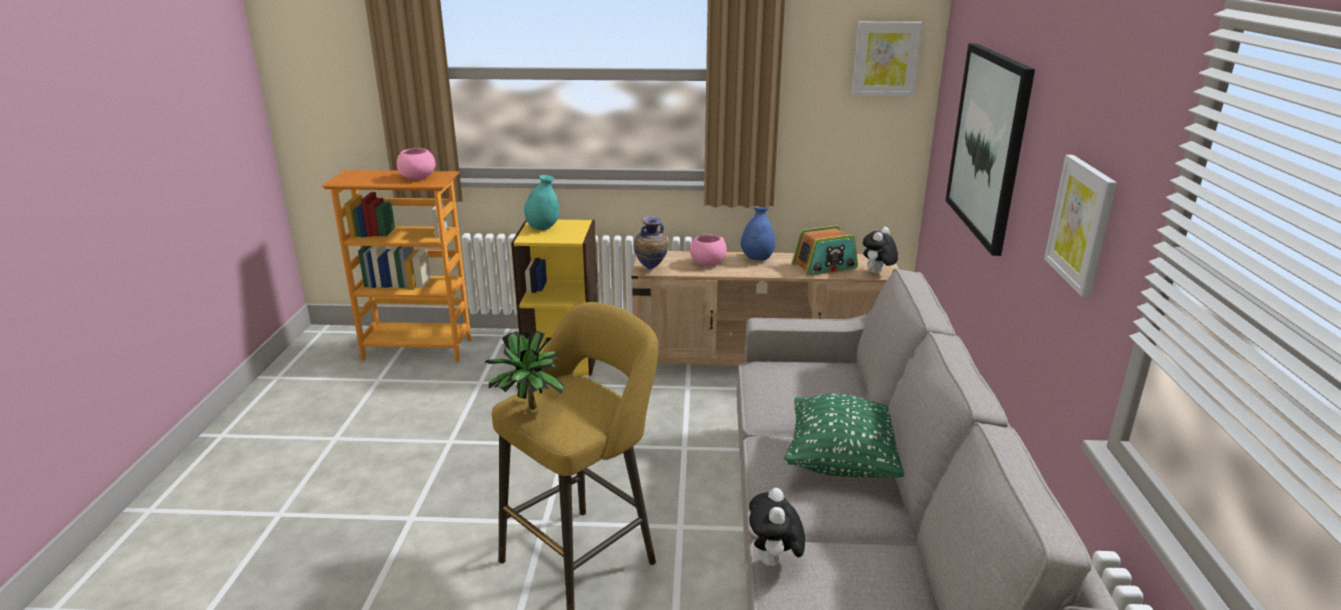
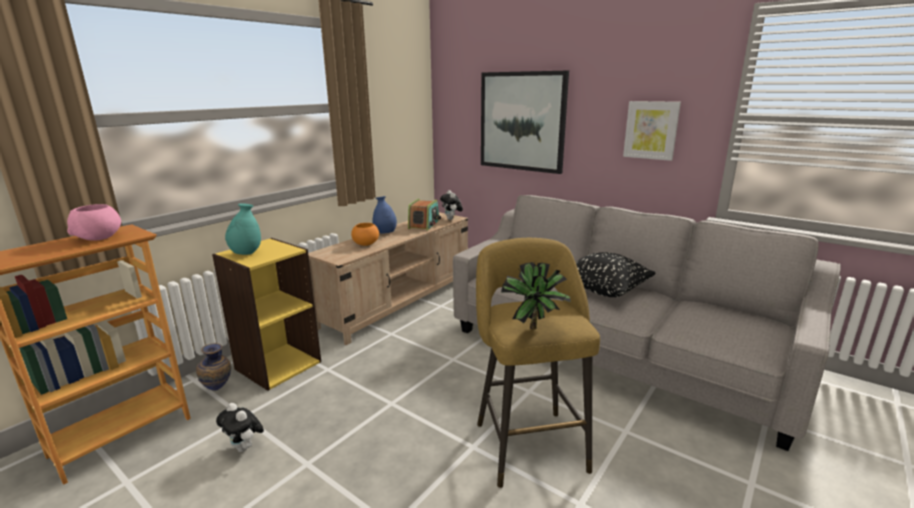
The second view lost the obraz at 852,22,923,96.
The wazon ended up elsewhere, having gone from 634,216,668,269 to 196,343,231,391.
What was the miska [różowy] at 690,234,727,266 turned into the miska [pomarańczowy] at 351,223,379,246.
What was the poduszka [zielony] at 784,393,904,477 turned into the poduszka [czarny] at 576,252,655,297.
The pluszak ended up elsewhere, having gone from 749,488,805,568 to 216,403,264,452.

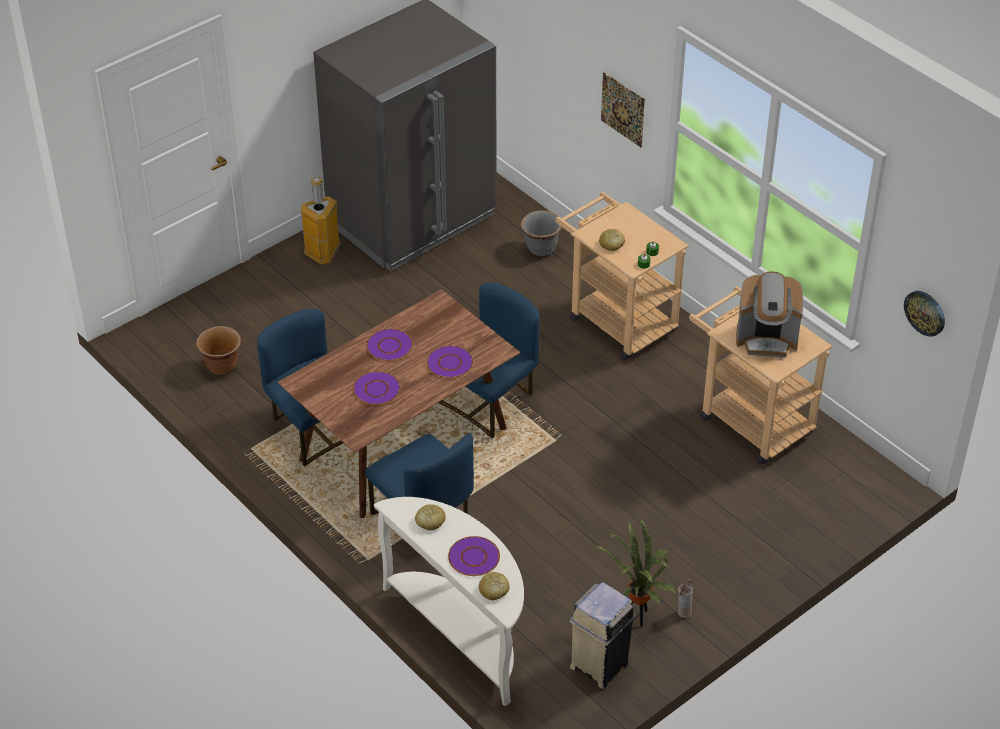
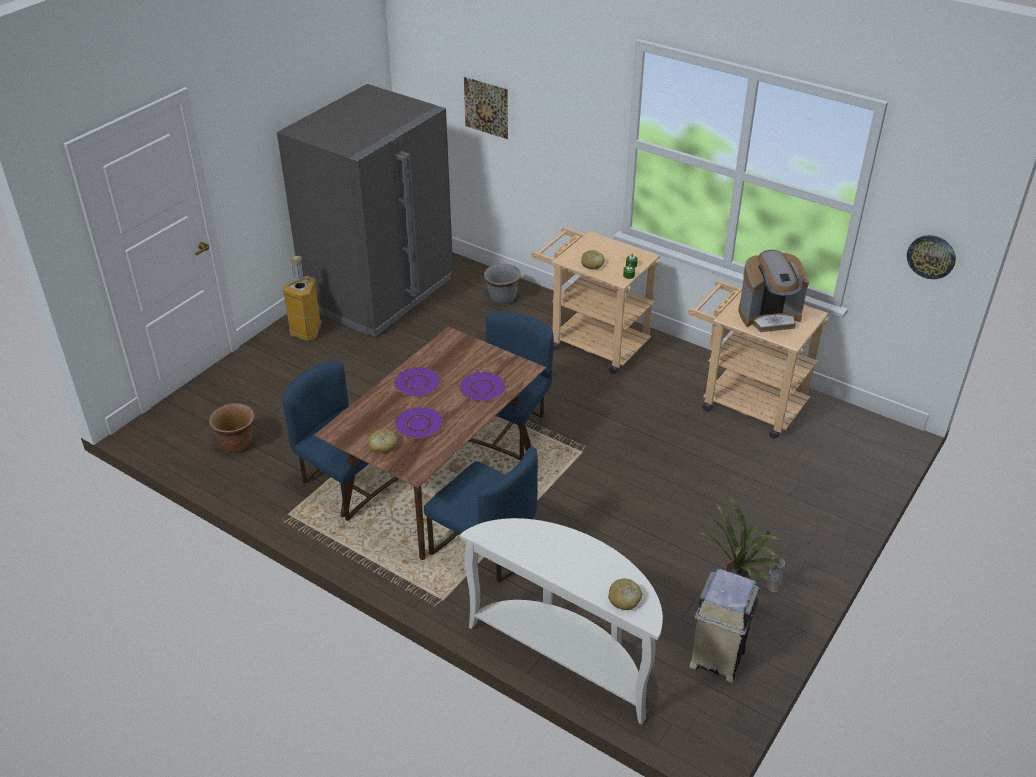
The obraz ended up elsewhere, having gone from 601,72,645,147 to 464,77,508,139.
The chleb ended up elsewhere, having gone from 415,504,446,530 to 368,429,398,453.
The second view lost the talerz [fioletowy] at 448,536,500,576.

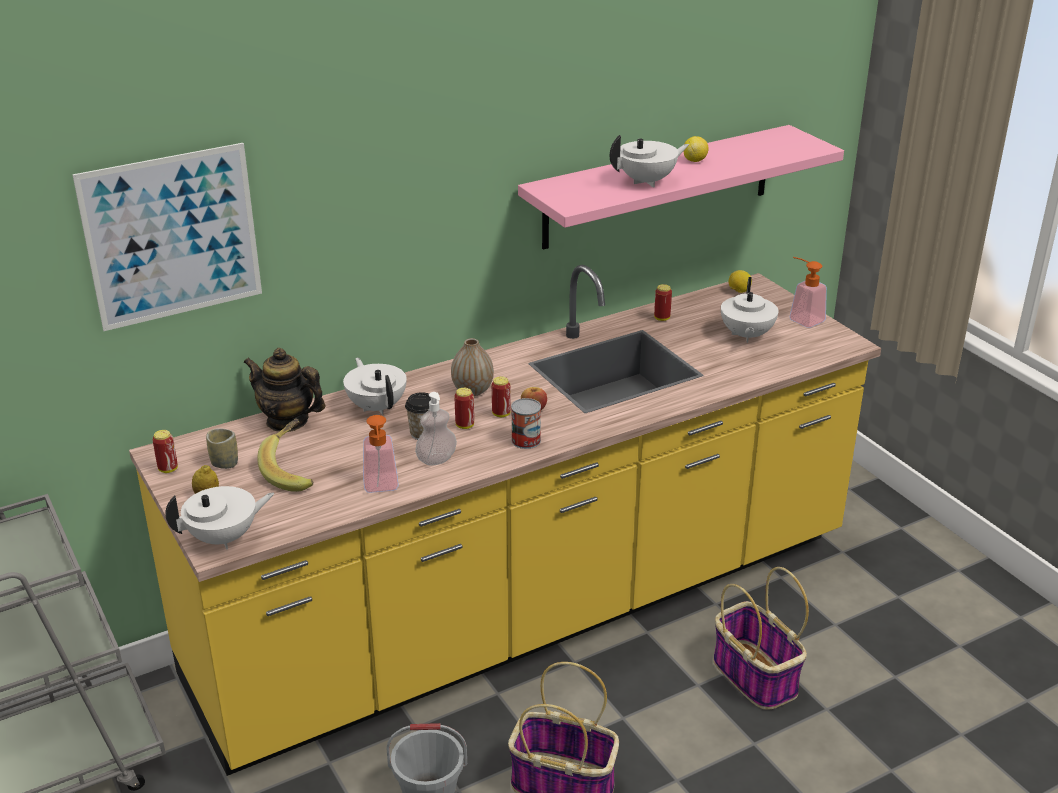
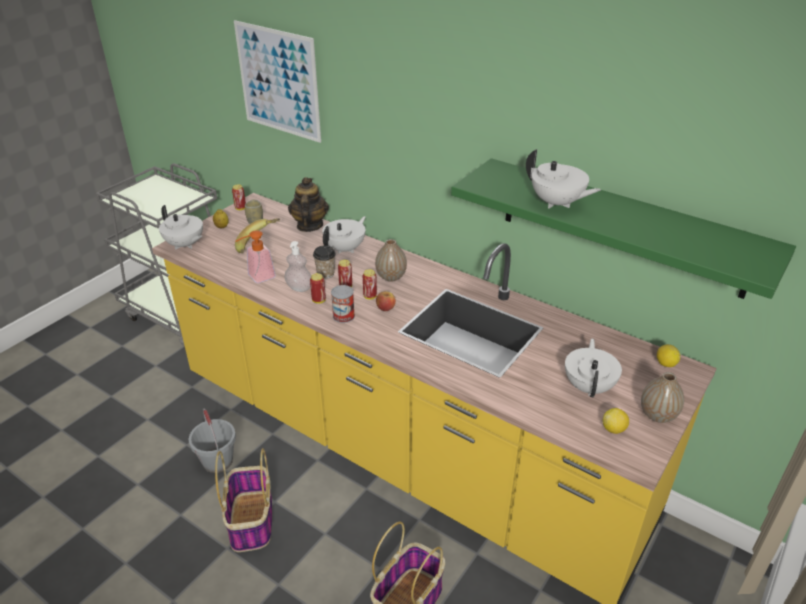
What was the półka [różowy] at 518,125,844,250 turned into the półka [zielony] at 451,158,796,299.
The cytryna ended up elsewhere, having gone from 684,136,709,162 to 603,408,629,434.
Where the dozownik mydła stood at 789,257,827,328, the wazon came to stand at 641,372,684,423.
The imbryk [biały] at 721,277,779,343 ended up facing another way, 120 degrees clockwise from before.
The puszka ended up elsewhere, having gone from 654,284,672,321 to 310,273,326,304.

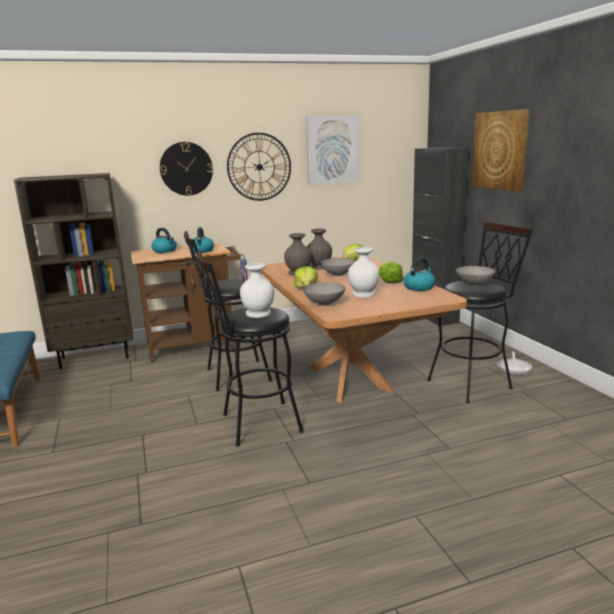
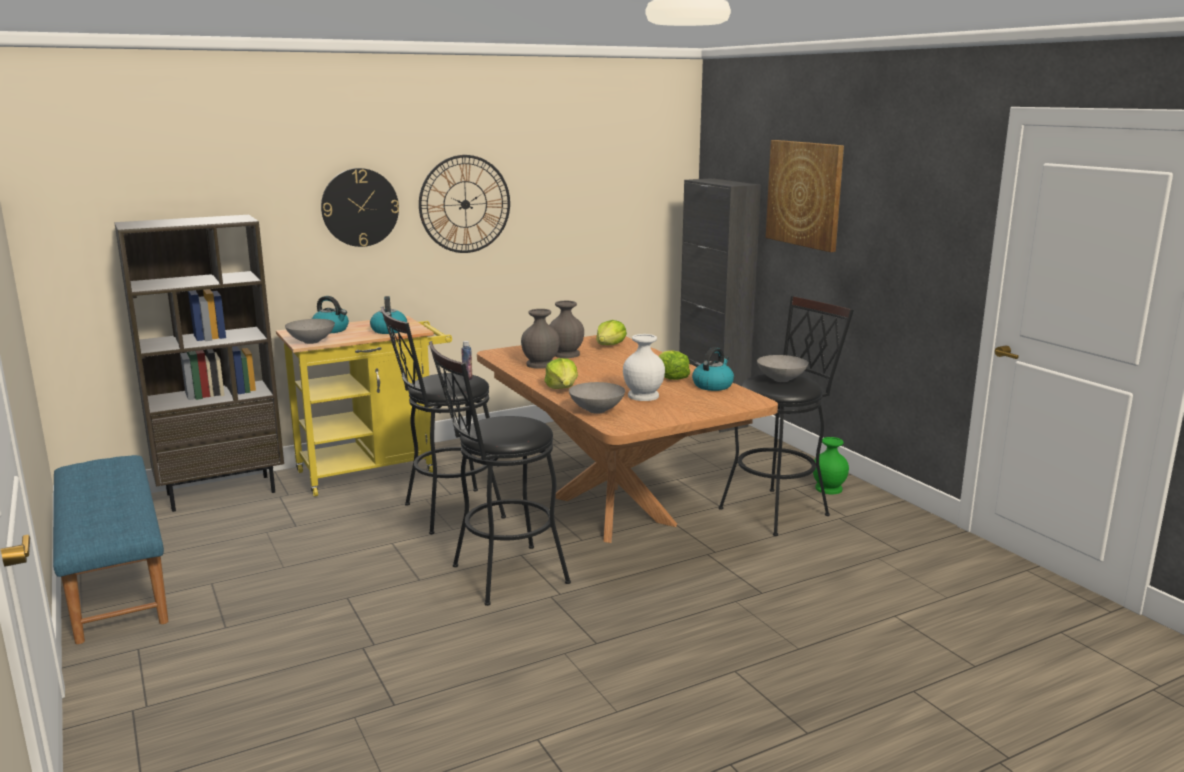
The second view lost the obraz at 306,115,359,185.
What was the wózek [brązowy] at 131,243,244,362 turned into the wózek [żółty] at 276,316,452,497.
The miska [szary] ended up elsewhere, having gone from 321,258,356,276 to 285,319,335,344.
The second view lost the wazon [biały] at 240,263,274,318.
Where the patelnia stood at 497,351,532,375, the wazon [zielony] came to stand at 813,437,849,494.

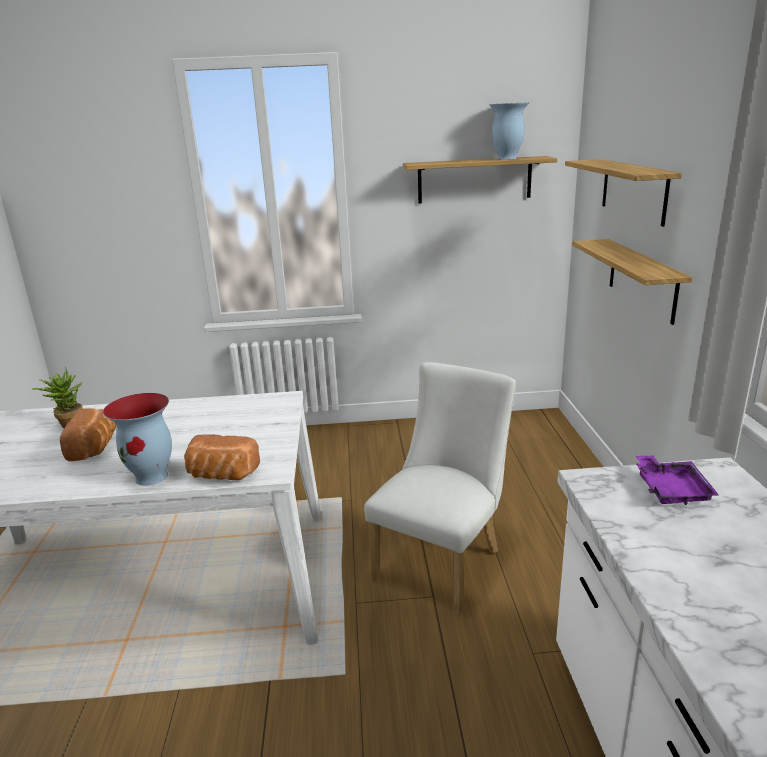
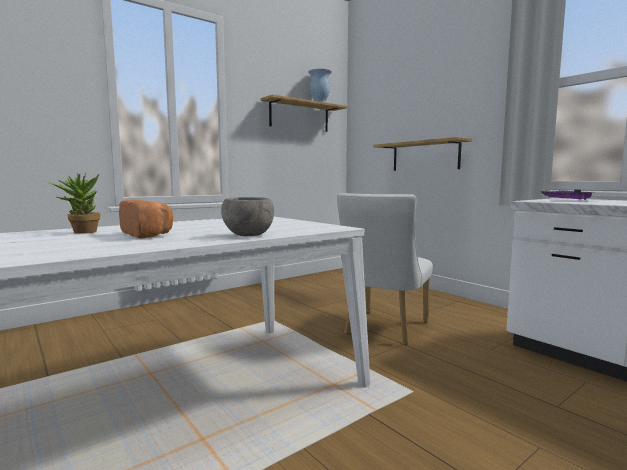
The second view lost the półka at 565,159,682,227.
The krzesło [biały] at 364,362,516,615 ended up facing another way, 150 degrees counterclockwise from before.
Where the wazon stood at 103,393,172,486, the miska [szary] came to stand at 221,197,274,236.
The second view lost the chleb at 184,435,260,480.

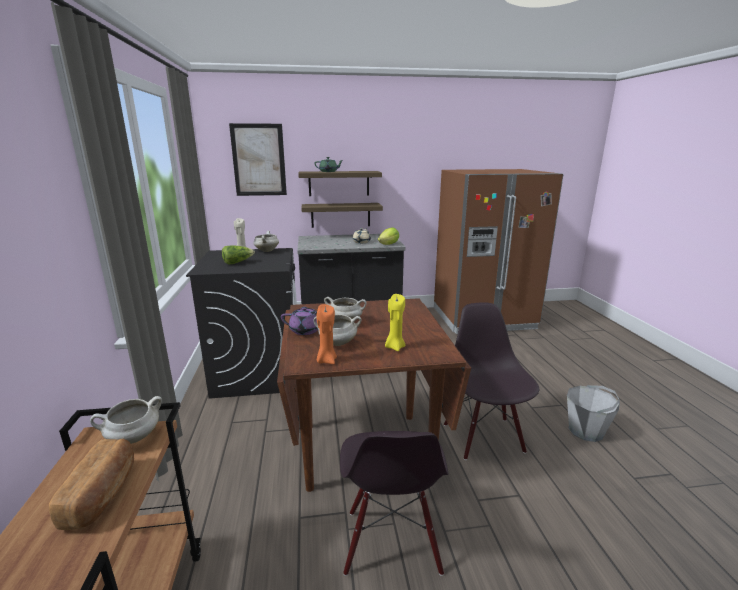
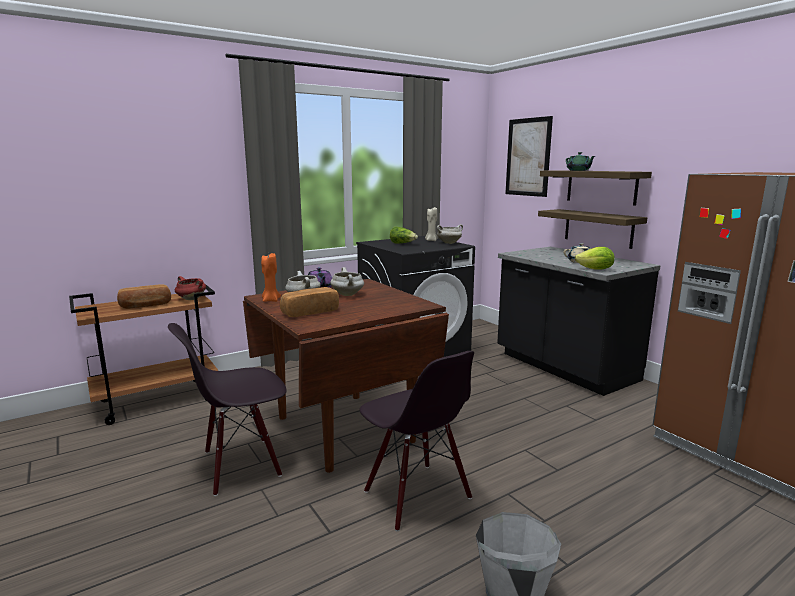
Where the świeca [żółty] stood at 385,294,405,351, the chleb came to stand at 280,287,339,317.
The krzesło [czarny] at 444,303,539,460 ended up facing another way, 90 degrees clockwise from before.
What was the garnek [biały] at 90,396,162,444 turned into the garnek [czerwony] at 175,276,206,300.

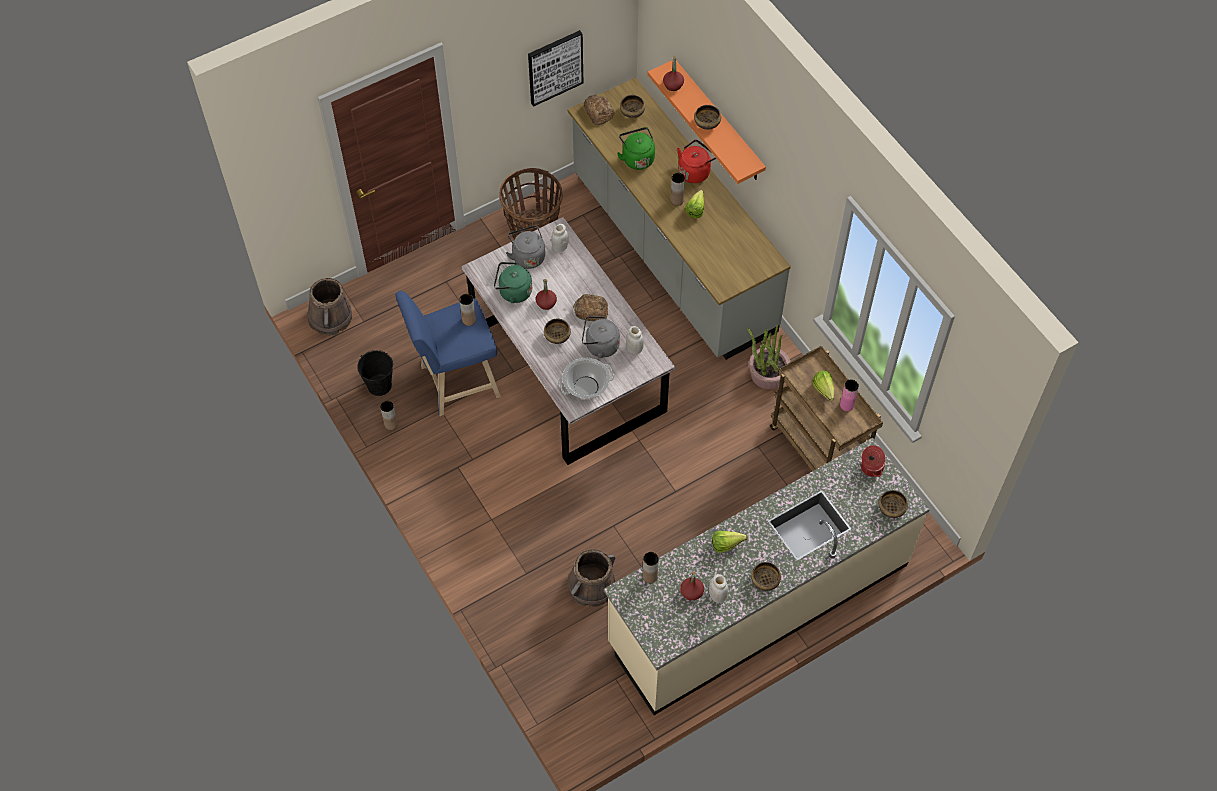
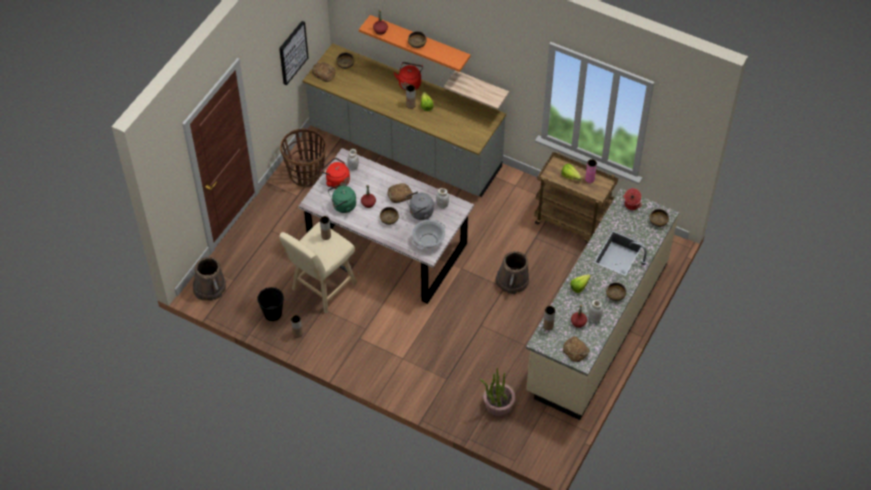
The second view lost the czajnik [zielony] at 617,127,655,170.
What was the czajnik [szary] at 506,225,545,269 turned into the czajnik [czerwony] at 321,158,350,189.
What was the stołek [niebieski] at 395,291,501,416 turned into the stołek [beżowy] at 279,222,357,313.
The roślina doniczkowa ended up elsewhere, having gone from 747,325,790,389 to 480,367,516,416.
The wiadro [brązowy] ended up elsewhere, having gone from 567,549,616,607 to 496,251,529,294.
The second view gained the półka at 444,70,509,110.
The second view gained the chleb at 563,336,590,362.

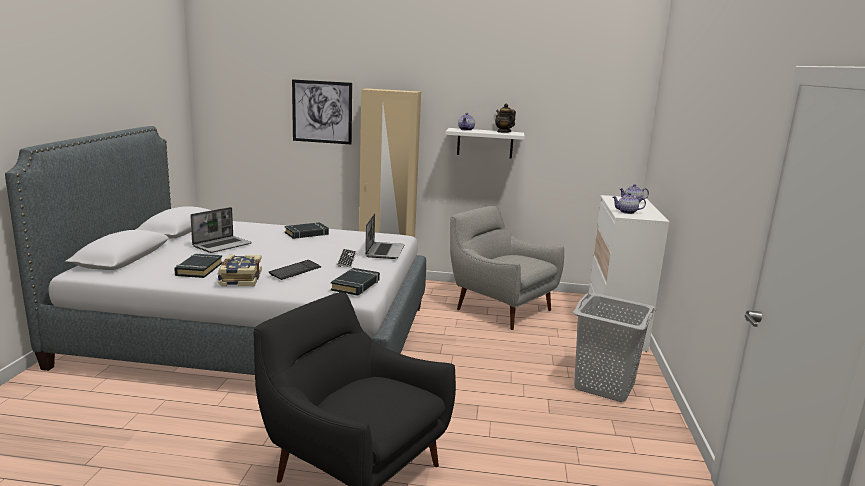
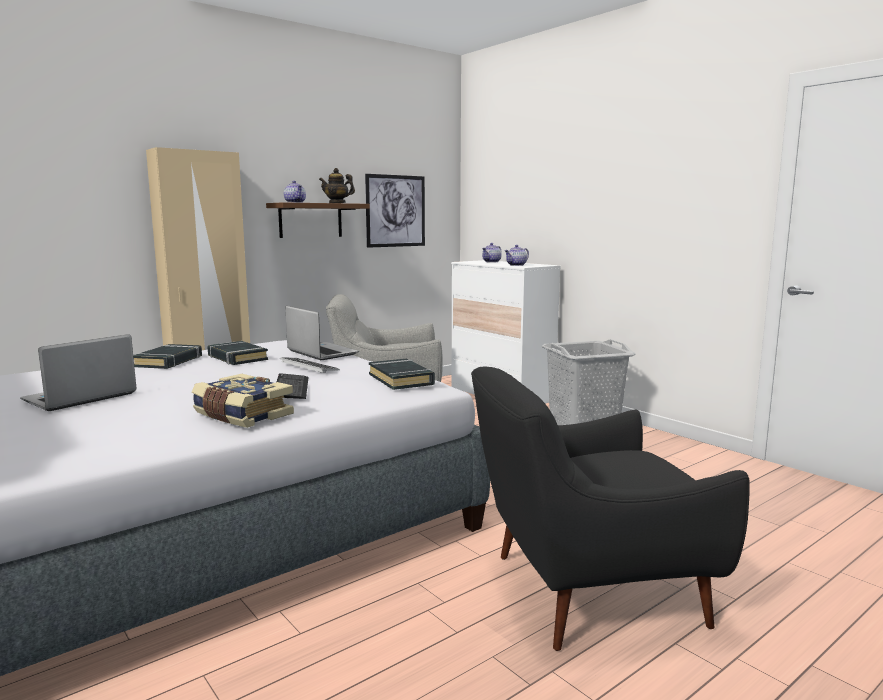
The obraz ended up elsewhere, having gone from 292,79,352,144 to 365,174,425,248.
What was the półka [biały] at 445,128,525,159 turned into the półka [brązowy] at 266,202,370,238.
The laptop at 190,207,252,253 ended up facing another way, 135 degrees counterclockwise from before.
The książka [czarny] ended up elsewhere, having gone from 174,254,223,278 to 207,341,268,365.

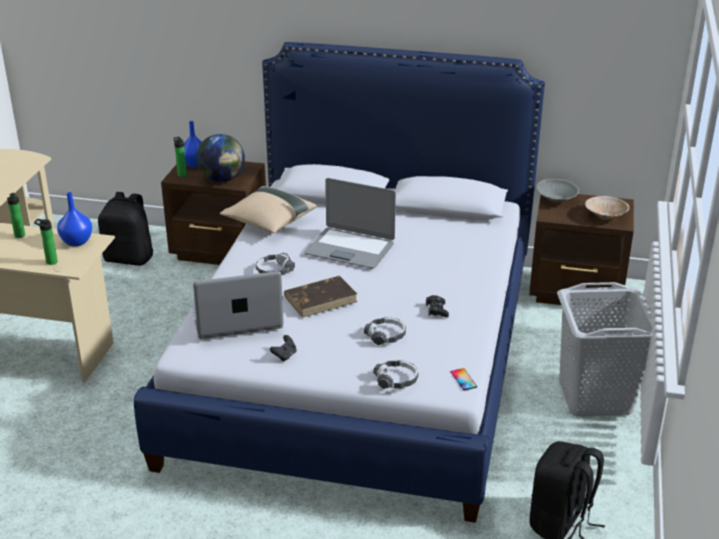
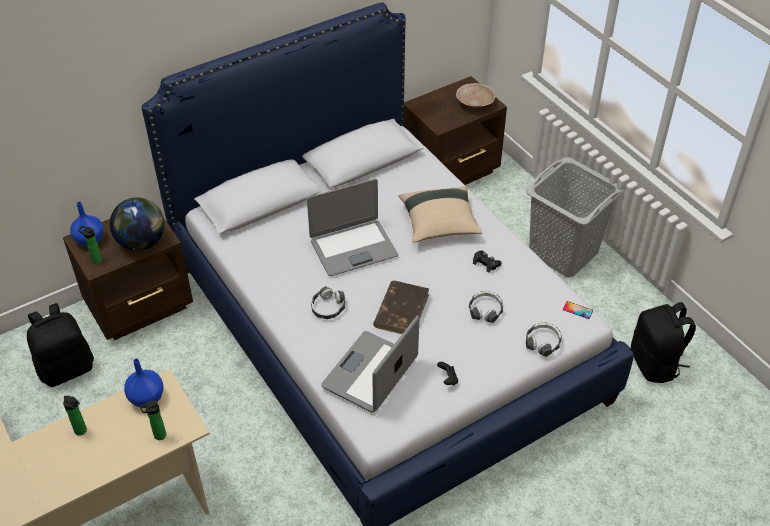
The second view lost the miska [szary] at 536,179,579,202.
The poduszka [beżowy] ended up elsewhere, having gone from 220,186,317,233 to 399,186,482,243.

